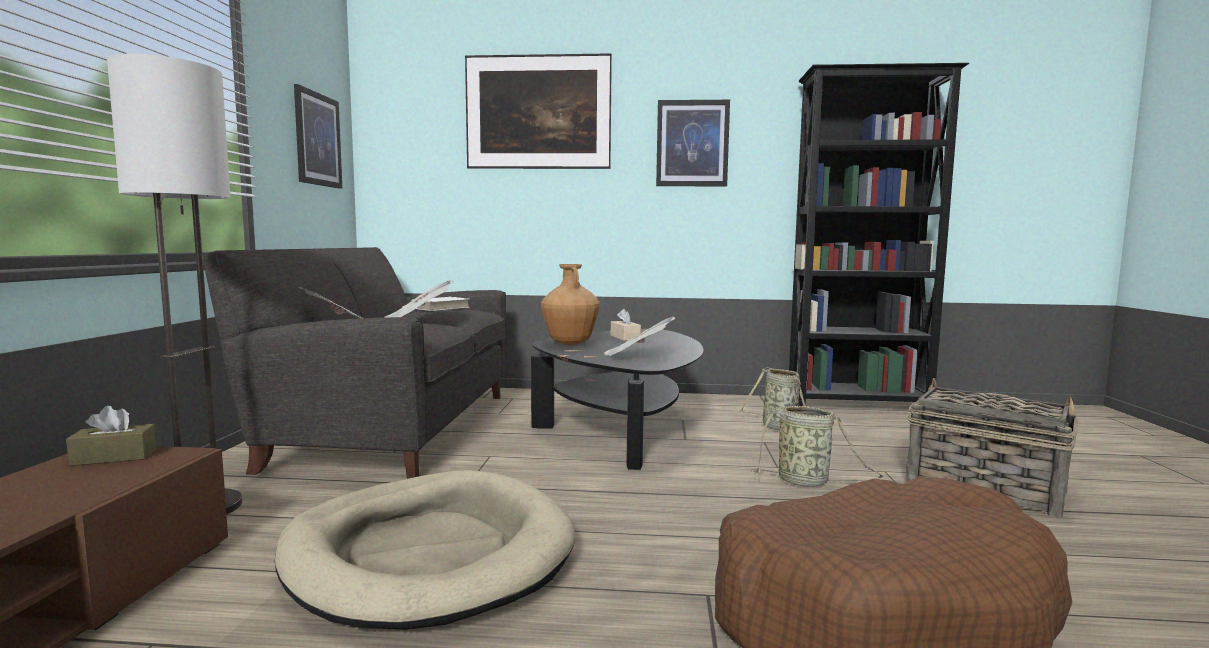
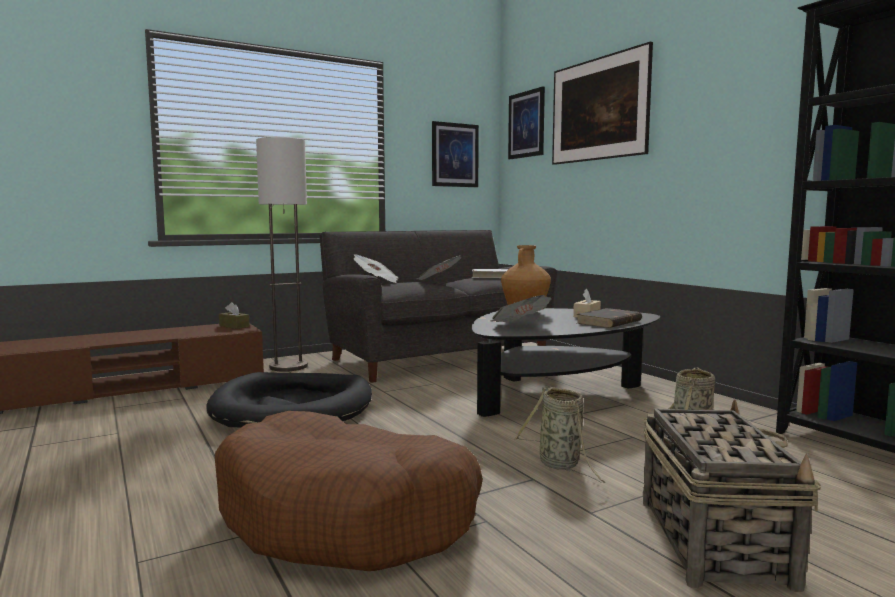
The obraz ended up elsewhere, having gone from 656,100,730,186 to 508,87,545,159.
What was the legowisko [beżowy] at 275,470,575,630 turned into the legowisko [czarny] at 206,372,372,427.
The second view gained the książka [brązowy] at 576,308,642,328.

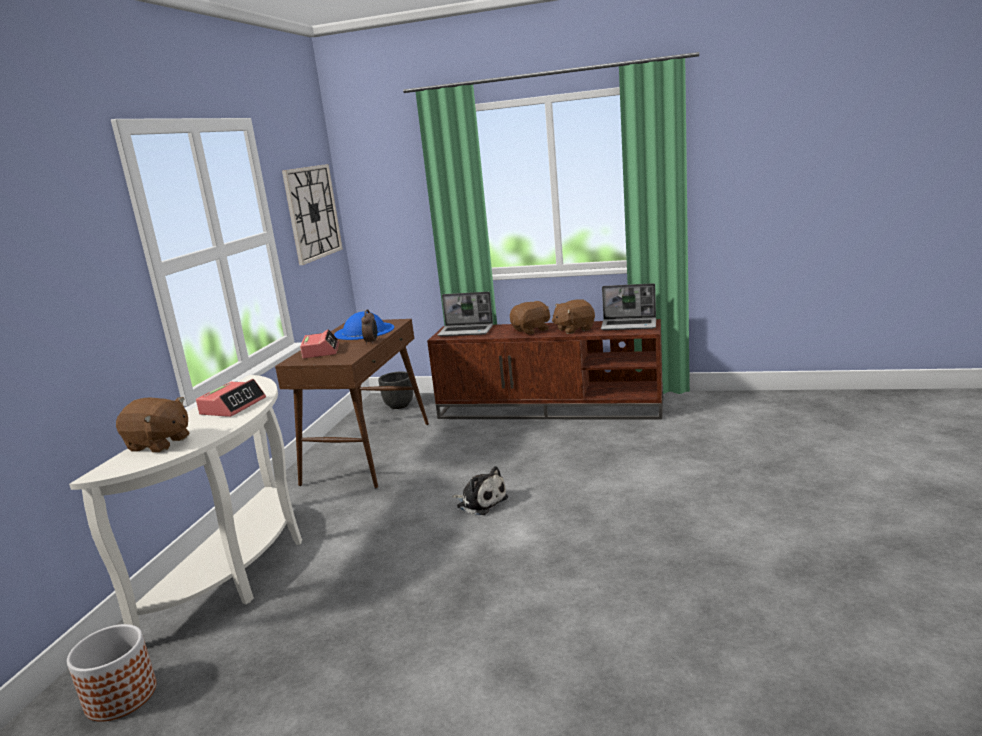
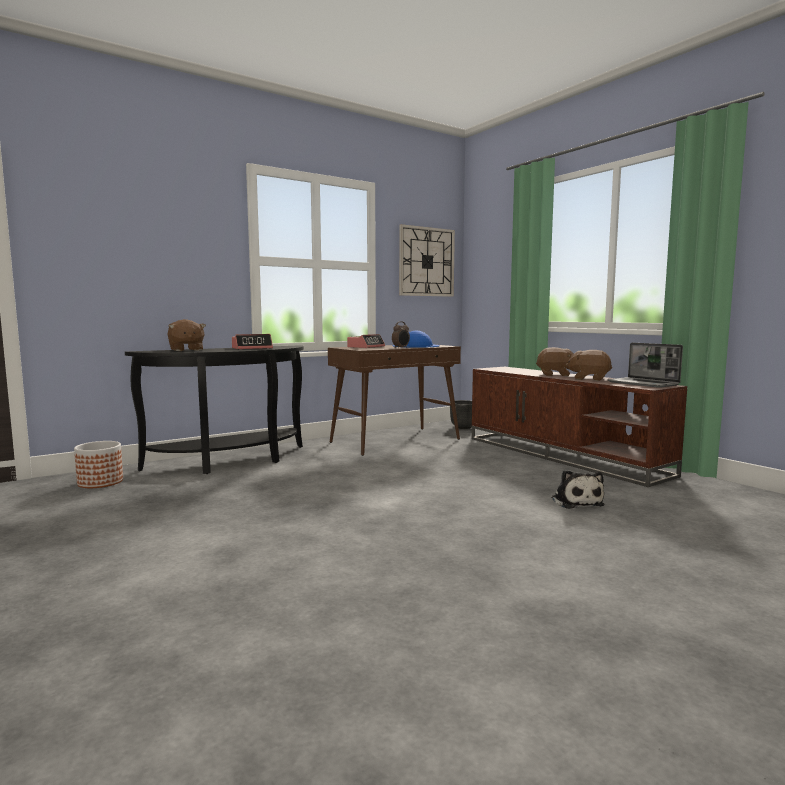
The second view lost the laptop at 437,292,493,336.
What was the stolik konsolowy [biały] at 69,375,302,629 turned into the stolik konsolowy [czarny] at 125,345,304,474.
The pluszak ended up elsewhere, having gone from 452,466,508,515 to 551,470,605,509.

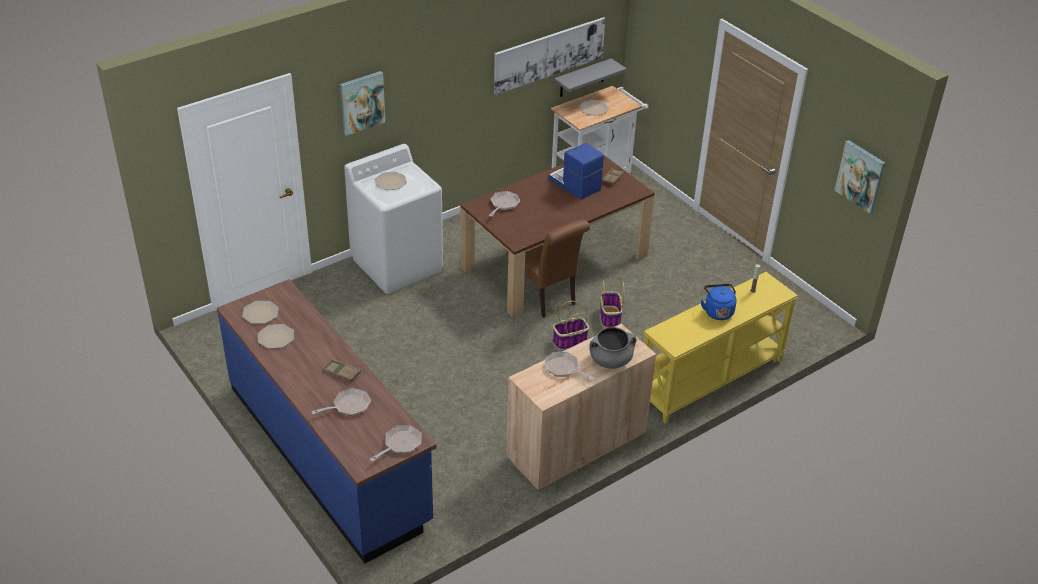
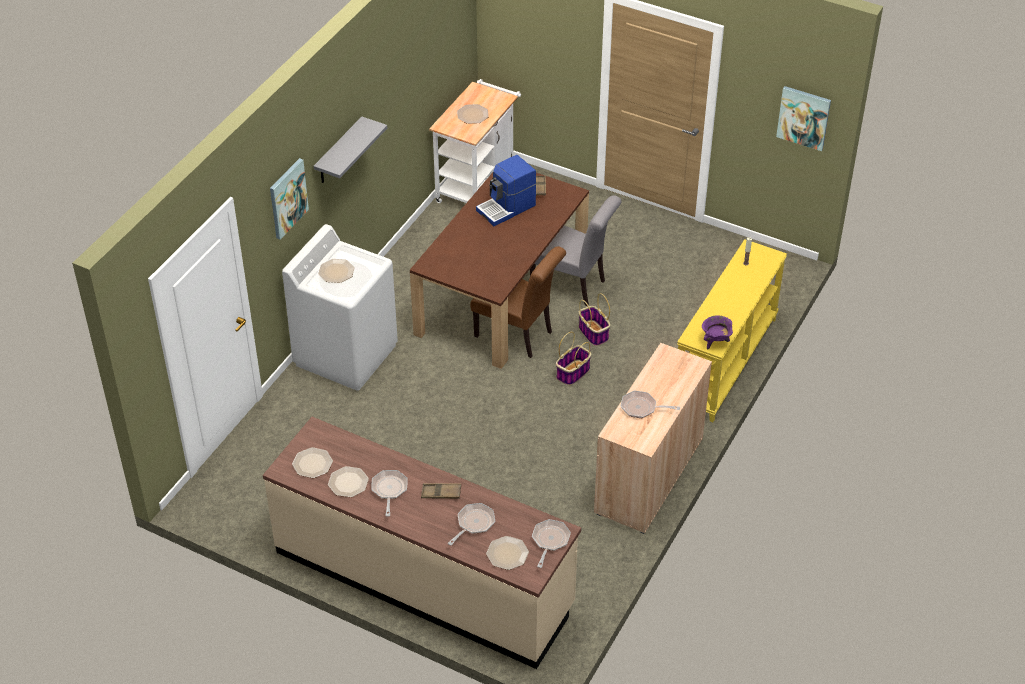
The second view lost the obraz at 494,17,606,95.
The półka [szary] ended up elsewhere, having gone from 554,58,627,97 to 314,117,387,183.
The ekspres do kawy at 549,143,604,200 ended up facing another way, 60 degrees counterclockwise from before.
The patelnia ended up elsewhere, having gone from 489,191,520,217 to 371,470,407,516.
What was the zabudowa kuchenna [niebieski] at 217,279,436,564 turned into the zabudowa kuchenna [beżowy] at 263,417,581,669.
The second view lost the czajnik [niebieski] at 700,284,737,320.
The second view lost the garnek [szary] at 589,327,636,369.
The second view gained the krzesło [szary] at 530,195,622,306.
The second view gained the garnek [fioletowy] at 702,315,733,349.
The second view gained the talerz at 486,536,529,570.

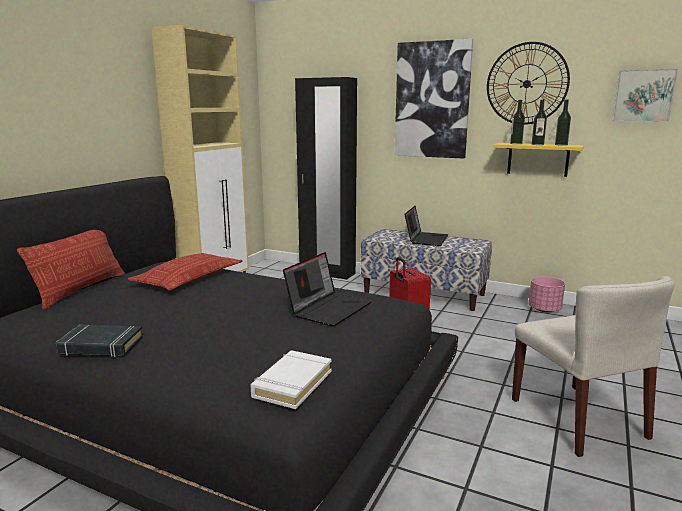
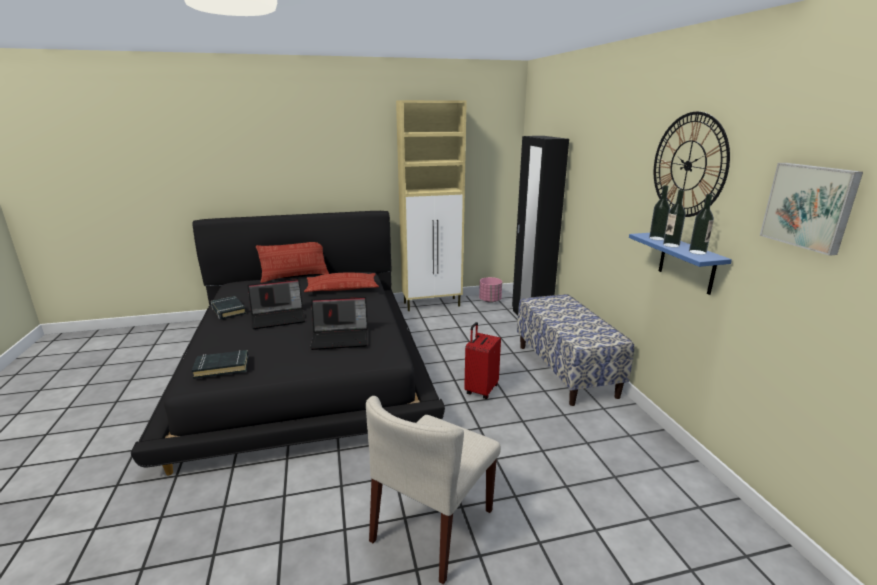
The second view lost the obraz at 395,39,473,159.
What was the półka [żółty] at 493,143,584,177 turned into the półka [niebieski] at 629,233,732,295.
The laptop ended up elsewhere, having gone from 404,206,449,246 to 247,279,306,329.
The donica [różowy] ended up elsewhere, having gone from 529,276,565,312 to 479,277,502,303.
What was the książka [biały] at 250,350,332,409 turned into the książka [czarny] at 191,350,249,379.

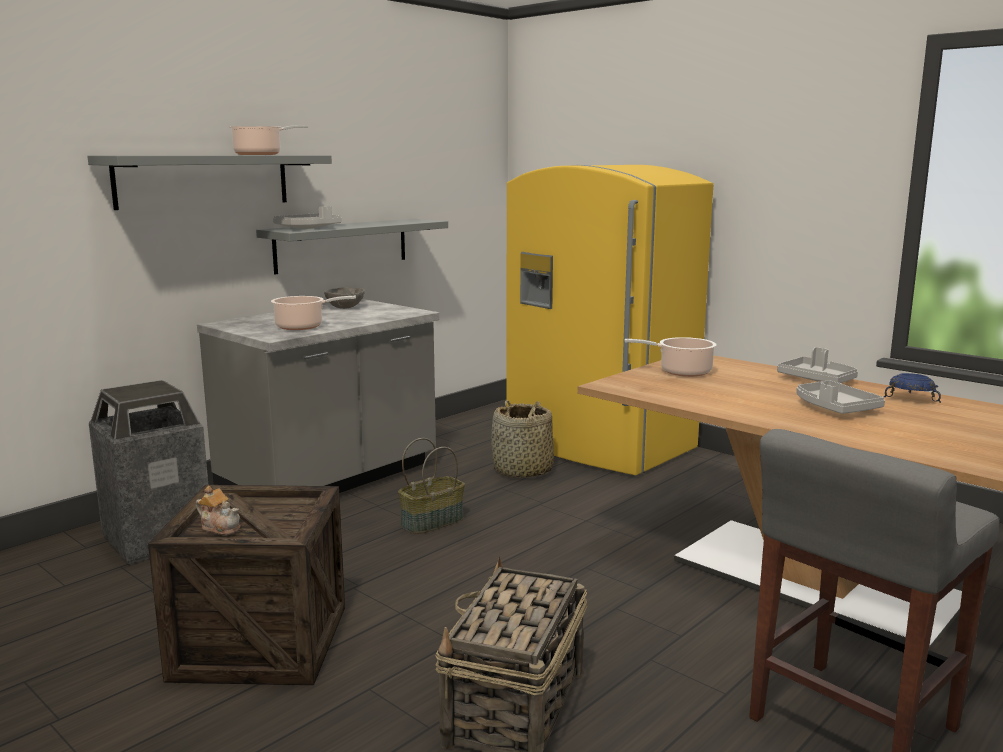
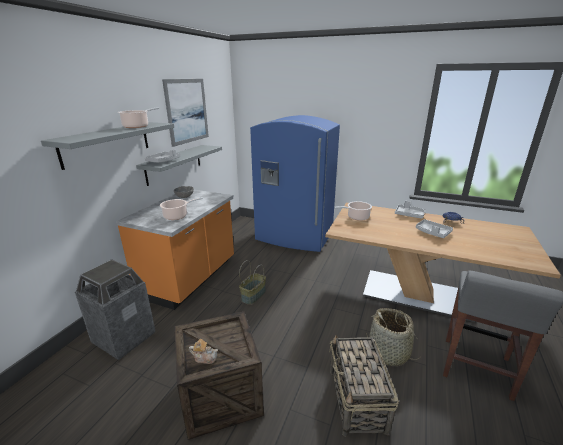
What was the lodówka [żółty] at 506,165,713,475 turned into the lodówka [niebieski] at 250,115,340,252.
What was the zabudowa kuchenna [szary] at 197,299,439,493 turned into the zabudowa kuchenna [pomarańczowy] at 116,190,234,310.
The koszyk ended up elsewhere, having gone from 491,401,554,478 to 366,308,419,366.
The second view gained the obraz at 162,79,209,147.

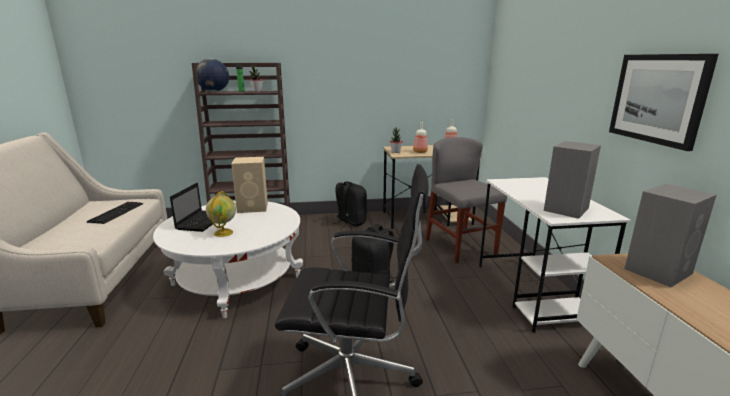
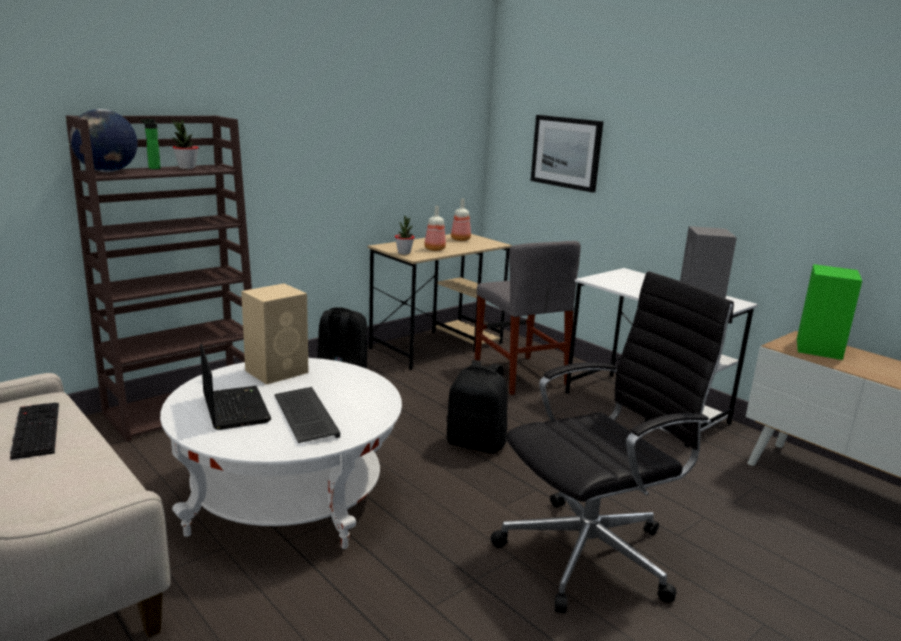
The obraz ended up elsewhere, having gone from 609,54,719,151 to 531,115,603,193.
The krzesło [szary] at 426,137,507,263 ended up facing another way, 150 degrees counterclockwise from before.
What was the głośnik [szary] at 625,184,716,287 turned into the głośnik [zielony] at 797,264,862,360.
Where the globus stood at 206,191,236,237, the klawiatura came to stand at 274,387,341,443.

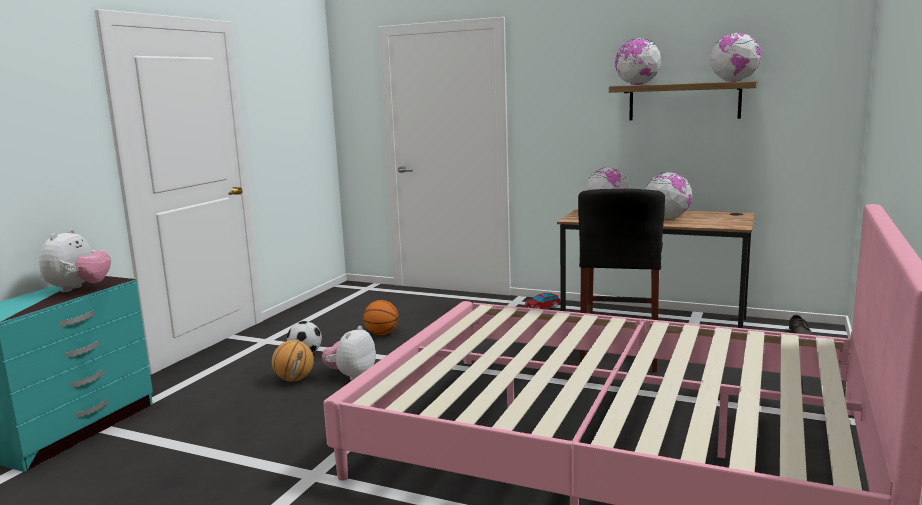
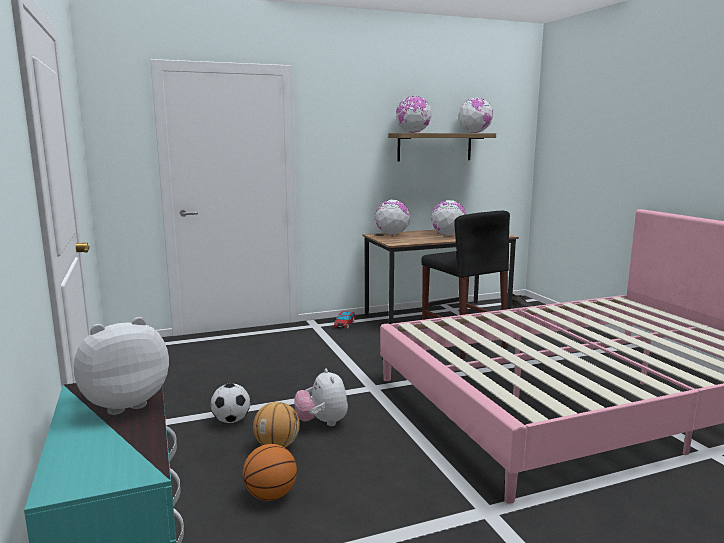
The pluszak at 39,229,111,292 ended up facing another way, 90 degrees counterclockwise from before.
The piłka do koszykówki ended up elsewhere, having gone from 363,300,399,335 to 243,444,297,501.

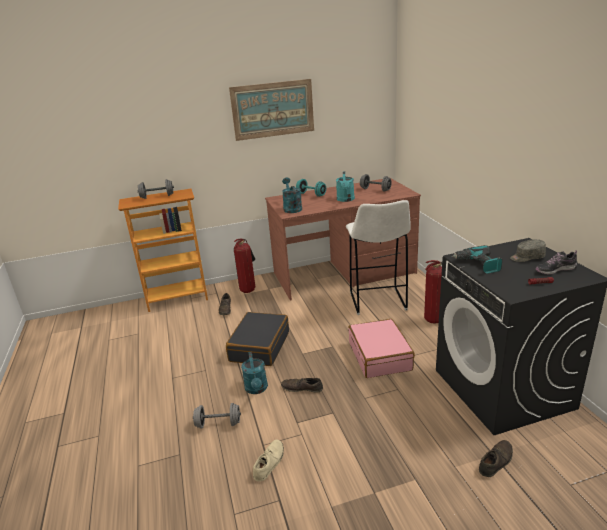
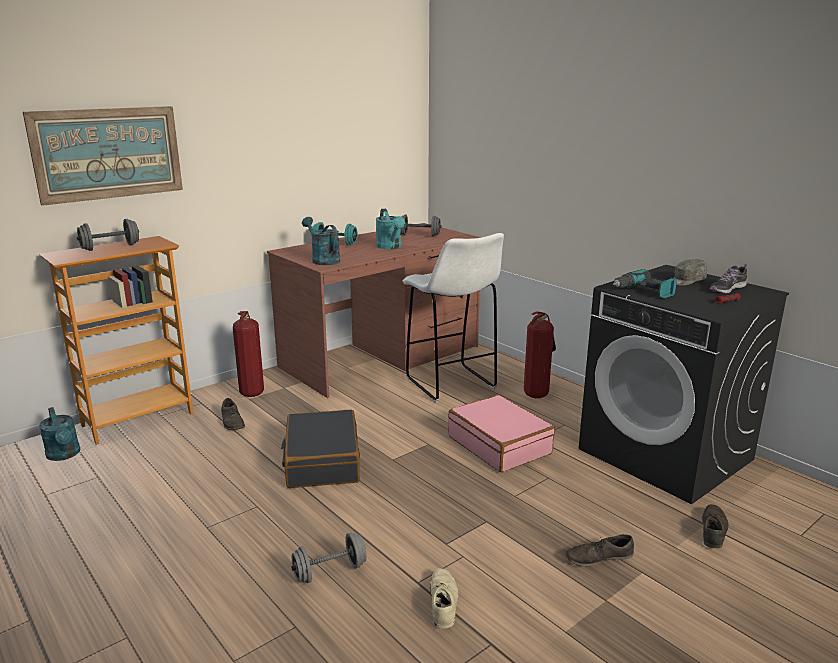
The obraz ended up elsewhere, having gone from 229,79,314,141 to 23,106,183,206.
The konewka [turkusowy] ended up elsewhere, having gone from 241,352,268,394 to 39,407,80,461.
The but [brązowy] ended up elsewhere, having gone from 281,378,323,393 to 565,534,634,567.

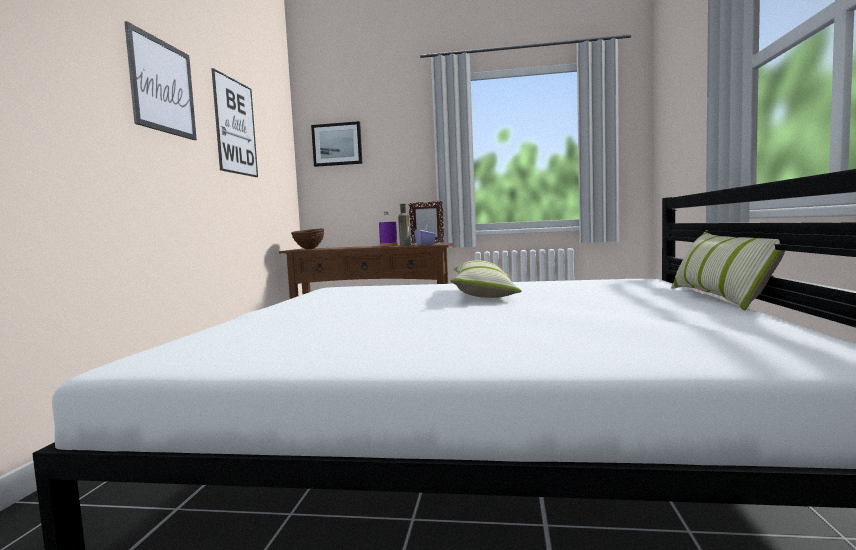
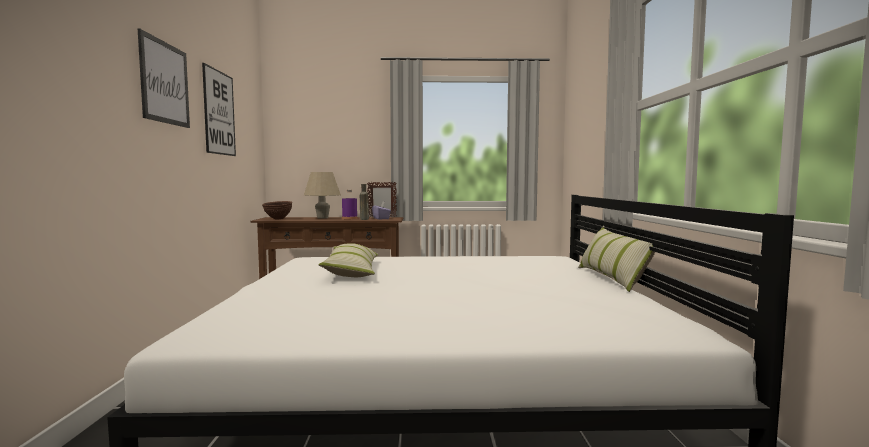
The second view lost the obraz at 311,121,362,167.
The poduszka ended up elsewhere, having gone from 450,260,522,298 to 318,243,379,277.
The second view gained the lampa stołowa [beżowy] at 304,172,341,218.

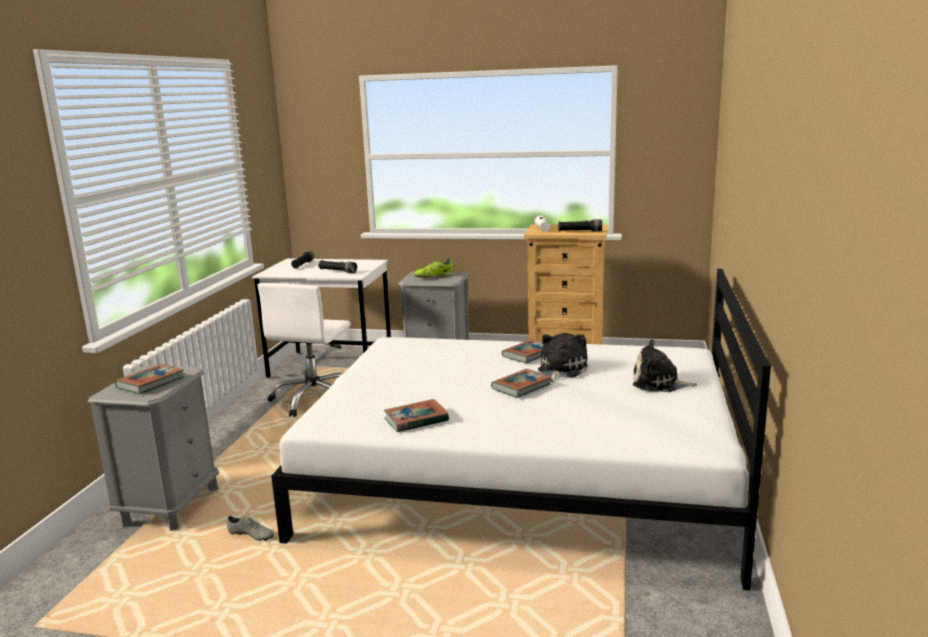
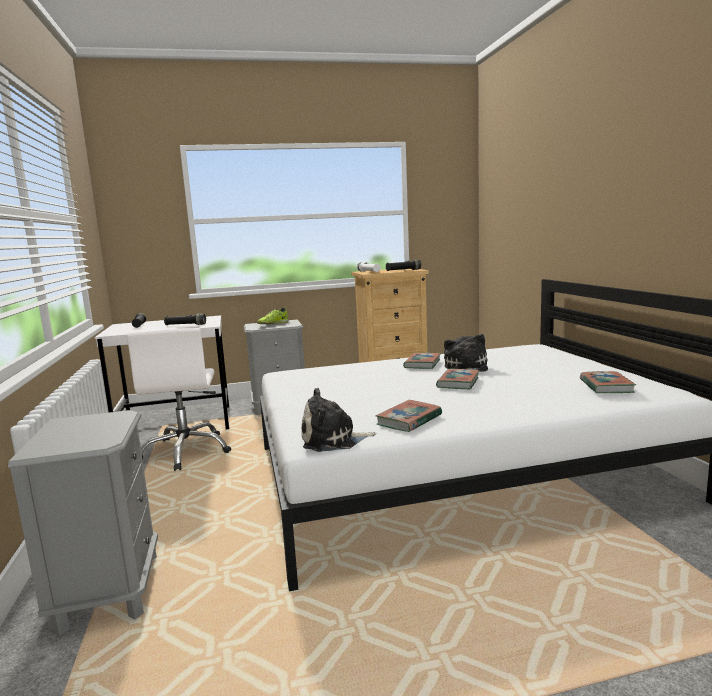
The pluszak ended up elsewhere, having gone from 632,339,697,392 to 301,388,376,452.
The książka ended up elsewhere, having gone from 115,364,184,394 to 580,371,636,393.
The second view lost the but [szary] at 227,516,274,541.

